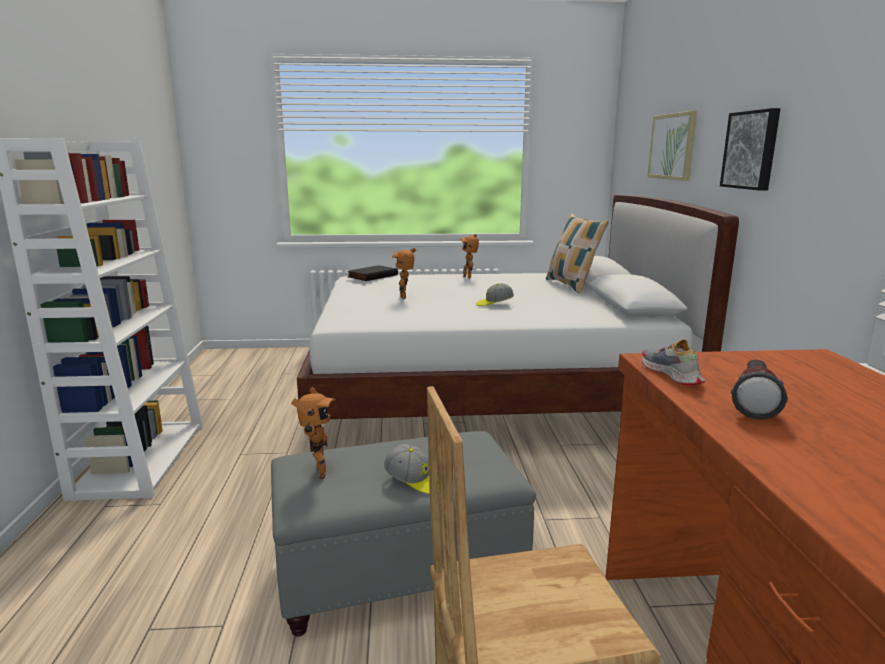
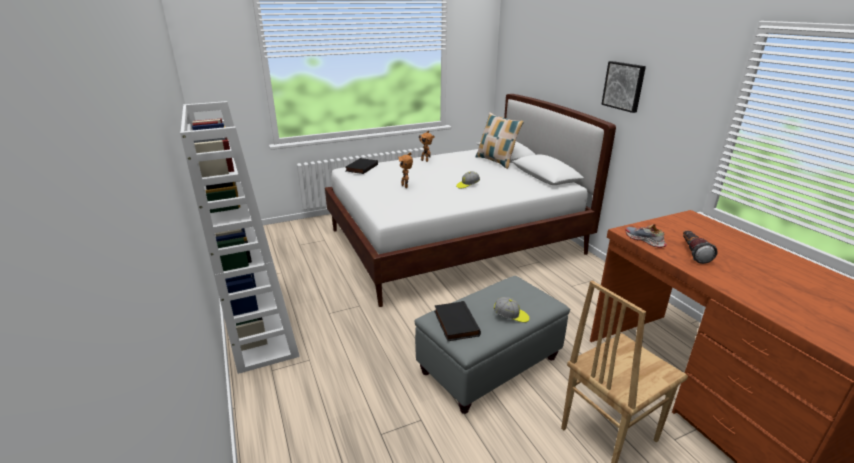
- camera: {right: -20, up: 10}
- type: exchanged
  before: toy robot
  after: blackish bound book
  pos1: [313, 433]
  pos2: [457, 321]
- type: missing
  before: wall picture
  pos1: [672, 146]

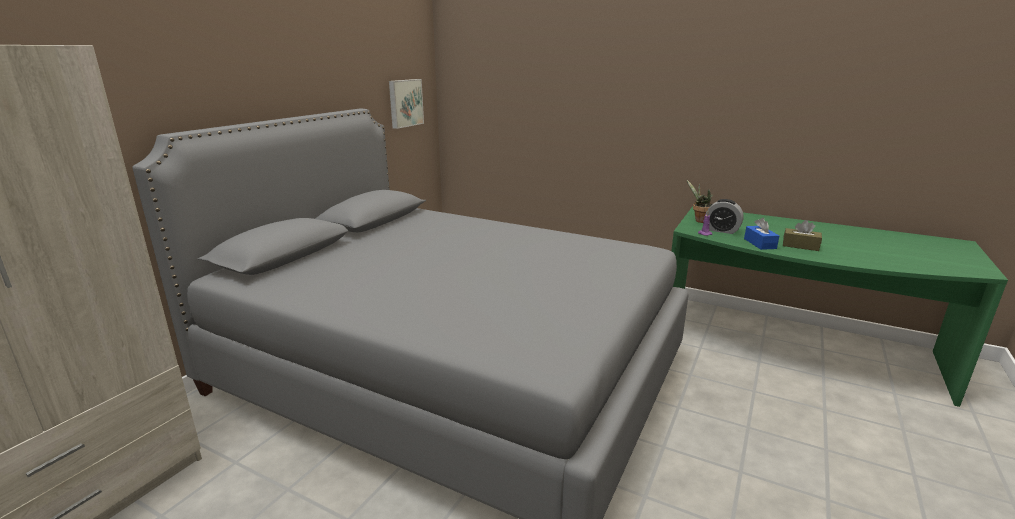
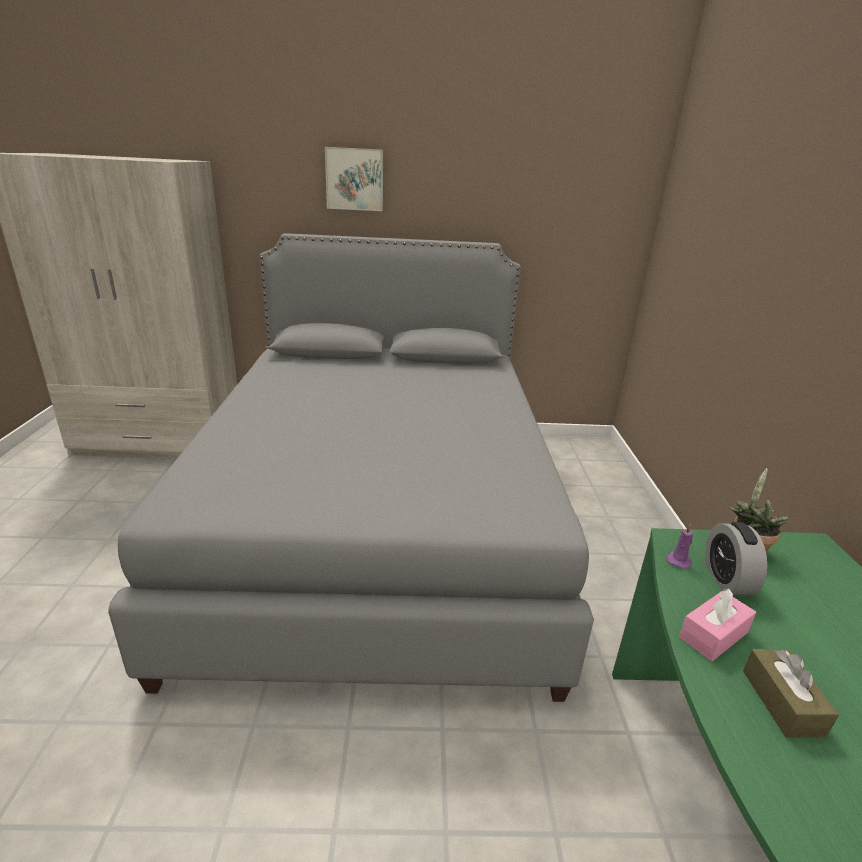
- camera: {right: 60, up: 5}
- type: relocated
  before: wall picture
  pos1: [406, 104]
  pos2: [354, 179]
- type: colour
  before: bluish box of tissues
  after: pinkish box of tissues
  pos1: [761, 234]
  pos2: [717, 624]

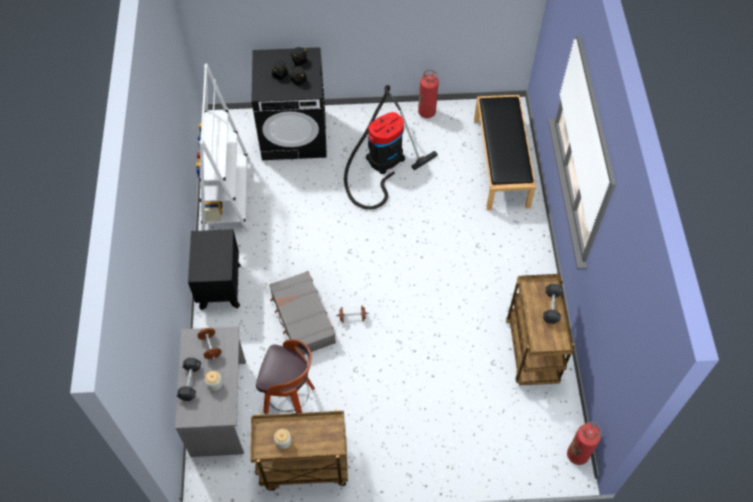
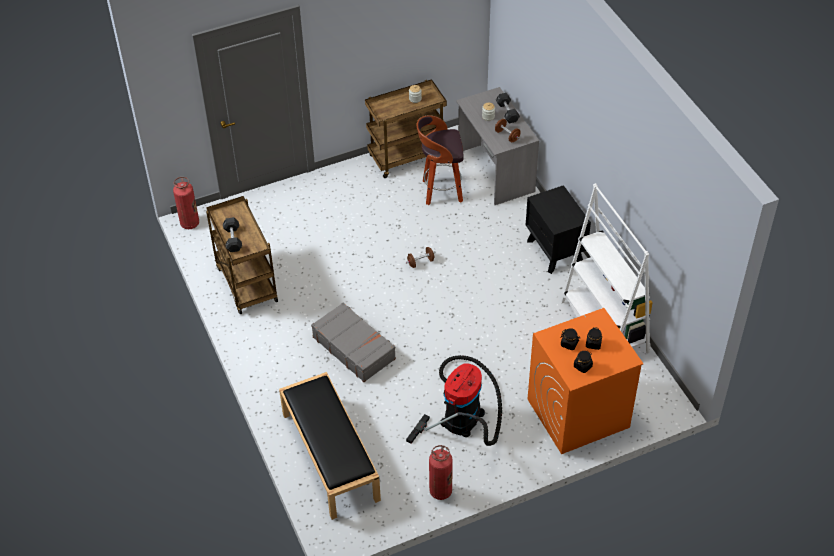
- camera: {right: 160, up: -10}
- type: relocated
  before: greyish piece of luggage
  pos1: [302, 313]
  pos2: [353, 342]
- type: colour
  before: blackish laundry appliance
  after: orange laundry appliance
  pos1: [289, 103]
  pos2: [586, 381]

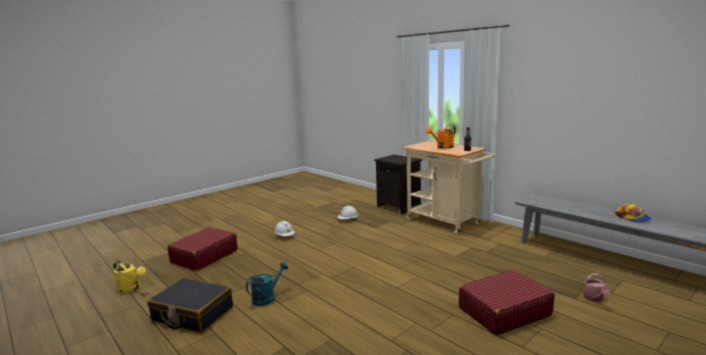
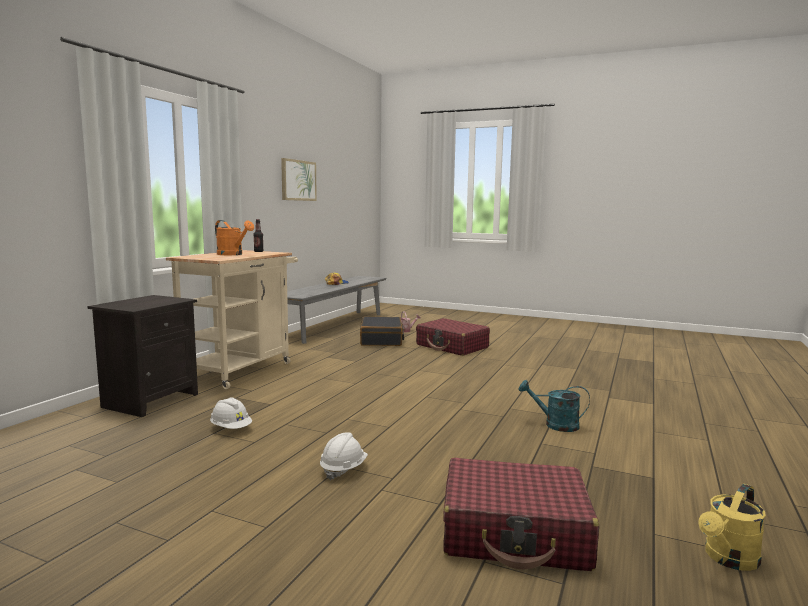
- camera: {right: -115, up: -5}
- type: appeared
  after: wall picture
  pos2: [299, 179]
- type: relocated
  before: blackish piece of luggage
  pos1: [190, 305]
  pos2: [382, 331]
- type: spun
  before: yellow watering can
  pos1: [129, 277]
  pos2: [732, 527]
  turn: -135

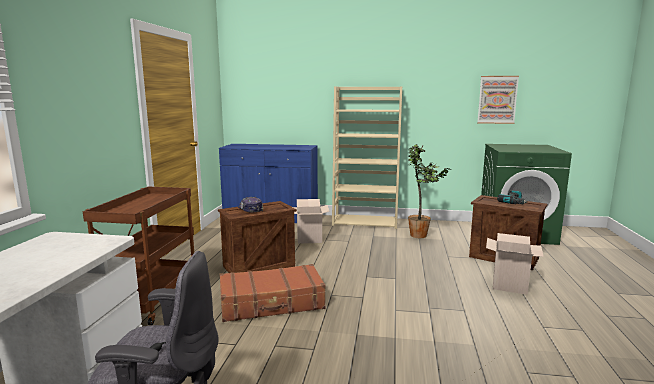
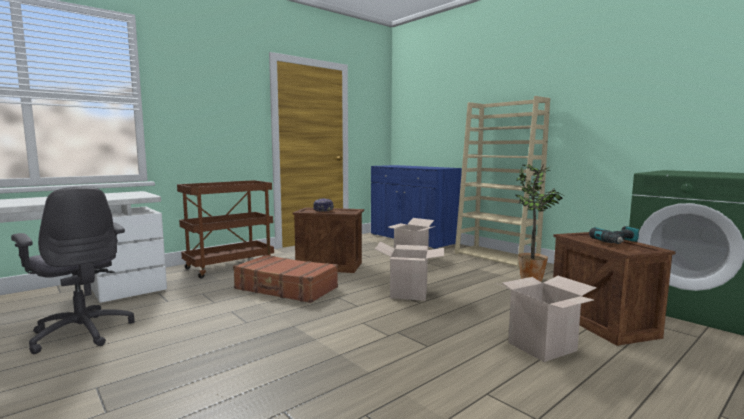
- camera: {right: 40, up: -5}
- type: appeared
  after: cardboard box
  pos2: [409, 271]
- type: missing
  before: wall picture
  pos1: [498, 100]

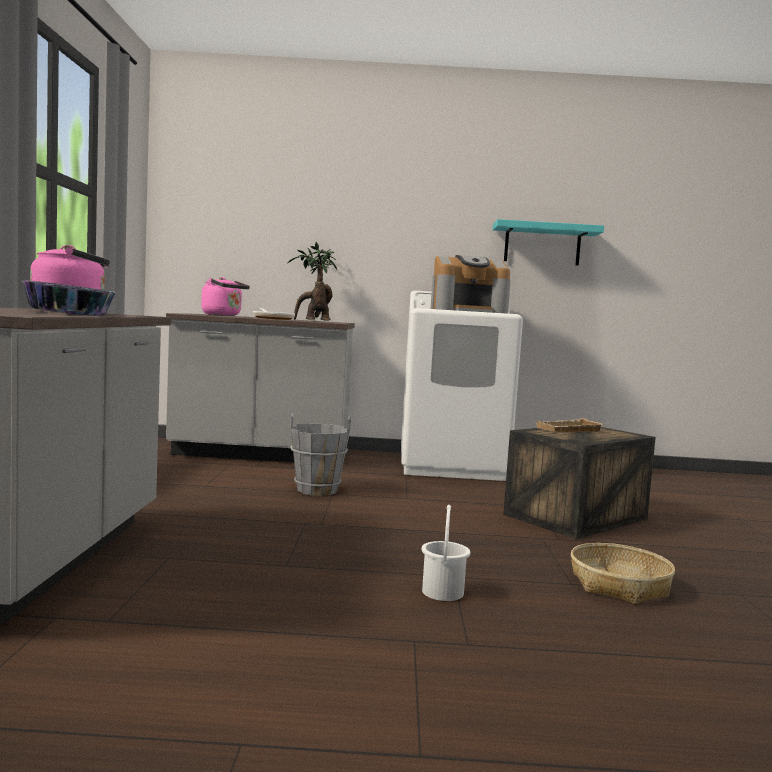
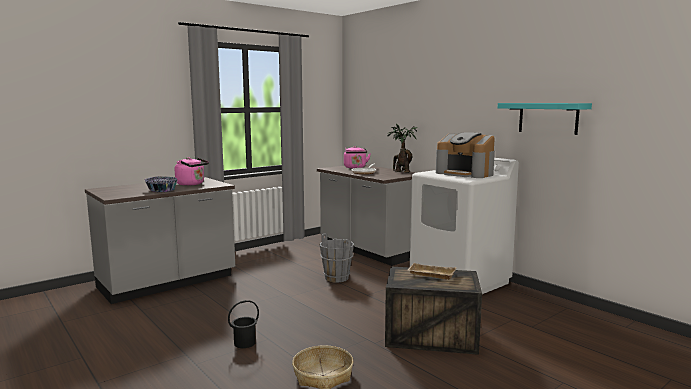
- camera: {right: 50, up: 5}
- type: colour
  before: white pail
  after: blackish pail
  pos1: [446, 553]
  pos2: [243, 324]

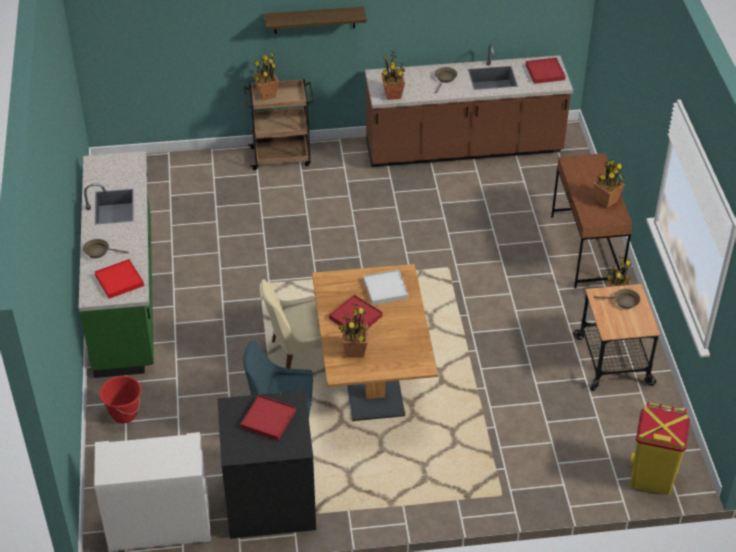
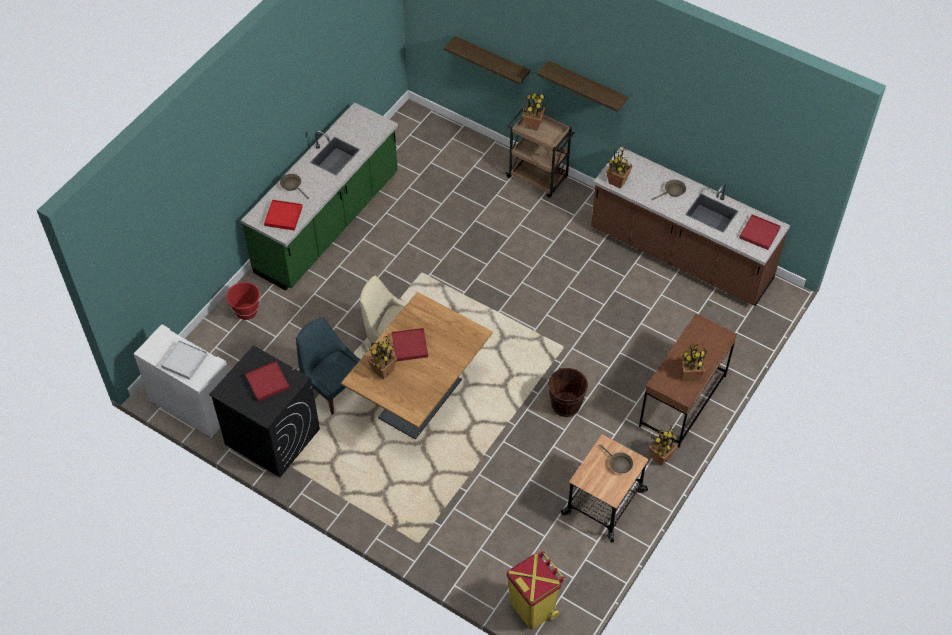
- camera: {right: 40, up: 10}
- type: relocated
  before: white tray
  pos1: [386, 287]
  pos2: [184, 360]
- type: appeared
  after: bracket shelf
  pos2: [487, 60]
- type: appeared
  after: brownish pail
  pos2: [568, 392]

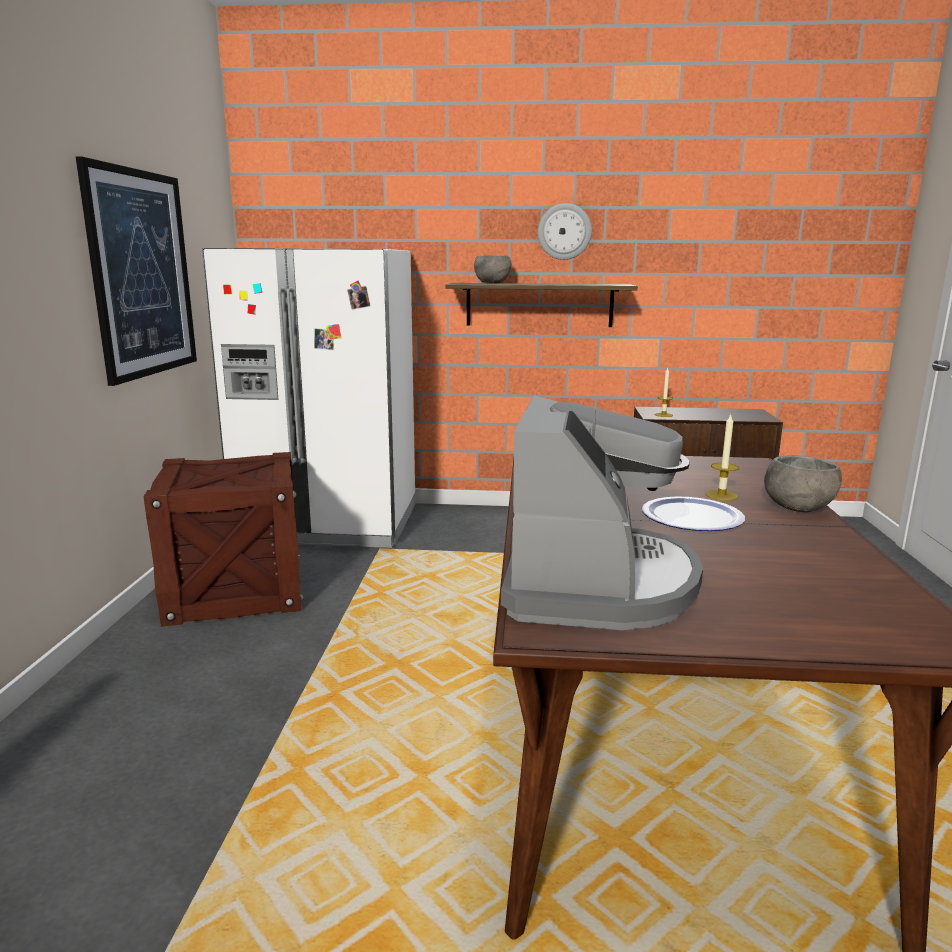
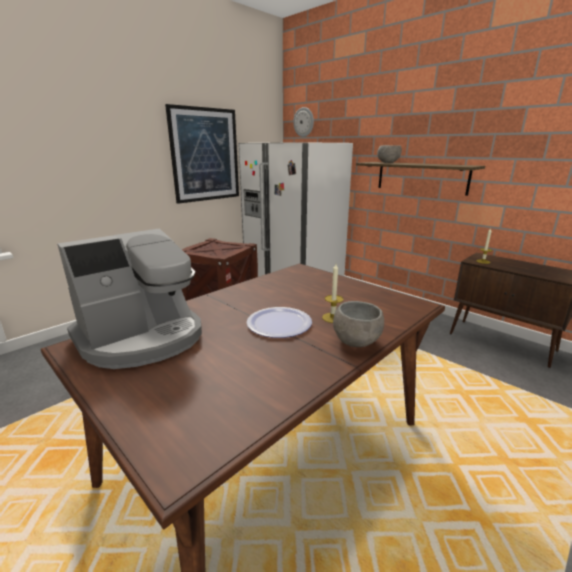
- camera: {right: 40, up: 5}
- type: relocated
  before: wall clock
  pos1: [565, 231]
  pos2: [303, 122]

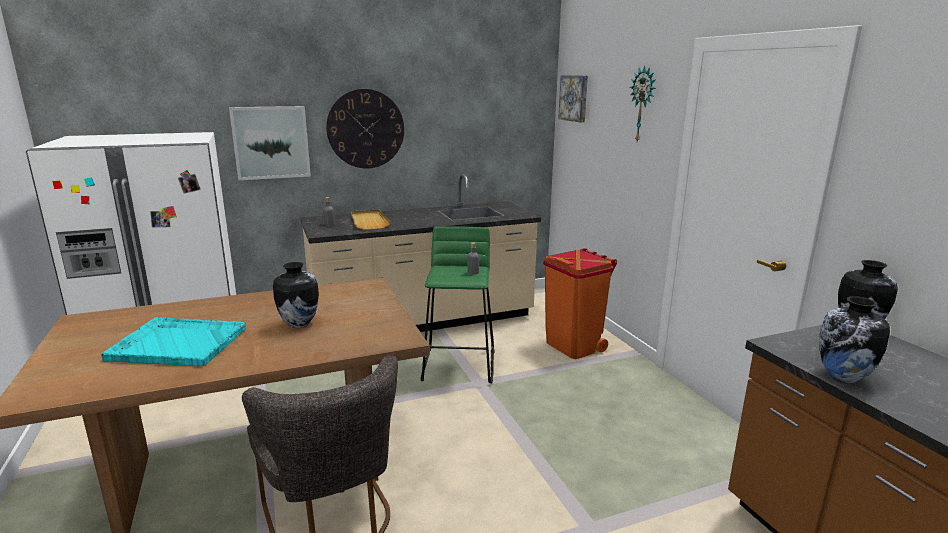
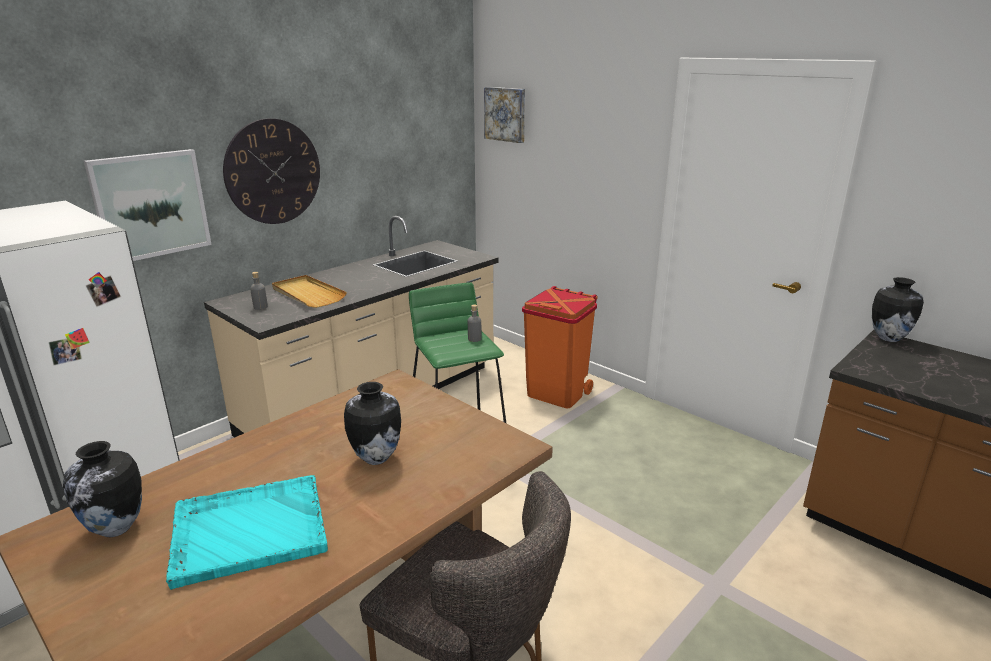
- camera: {right: -25, up: 5}
- type: relocated
  before: decorative vase
  pos1: [854, 339]
  pos2: [102, 489]
- type: missing
  before: wall clock
  pos1: [643, 104]

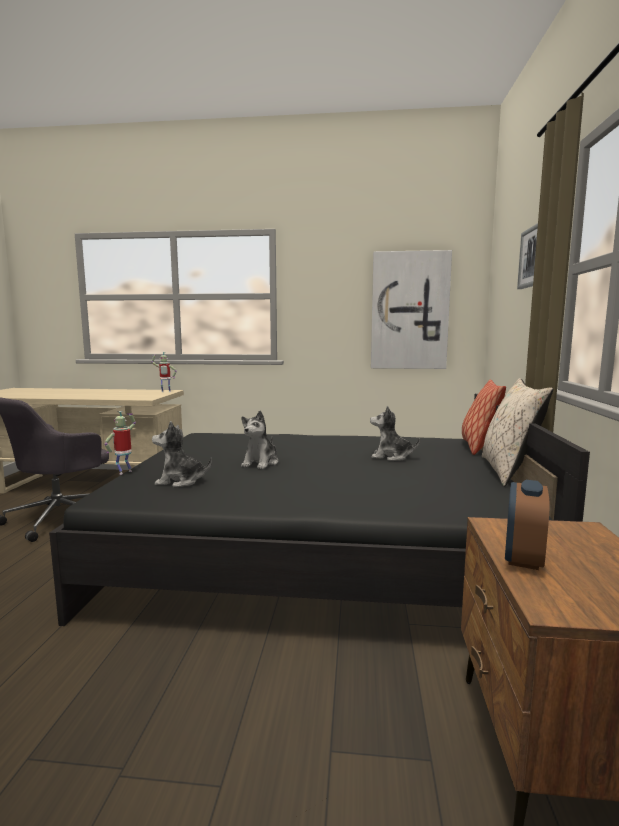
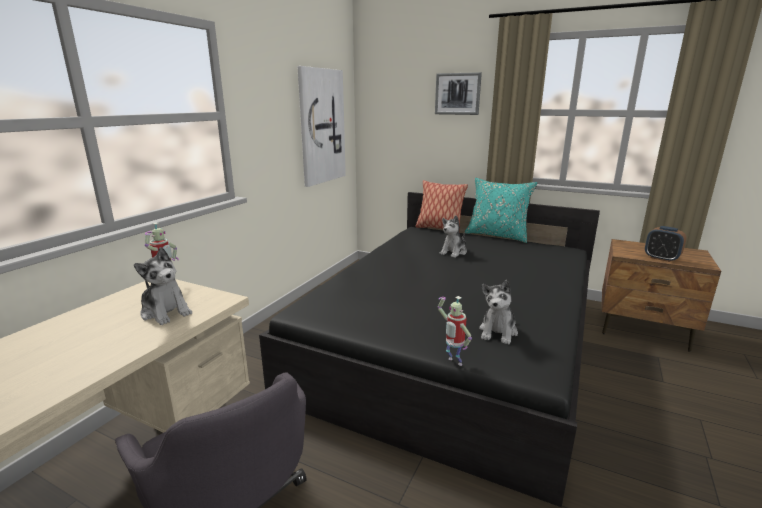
- camera: {right: -70, up: 10}
- type: relocated
  before: cuddly toy
  pos1: [259, 439]
  pos2: [163, 286]
- type: colour
  before: beige throw pillow
  after: turquoise-coloured throw pillow
  pos1: [517, 432]
  pos2: [501, 210]

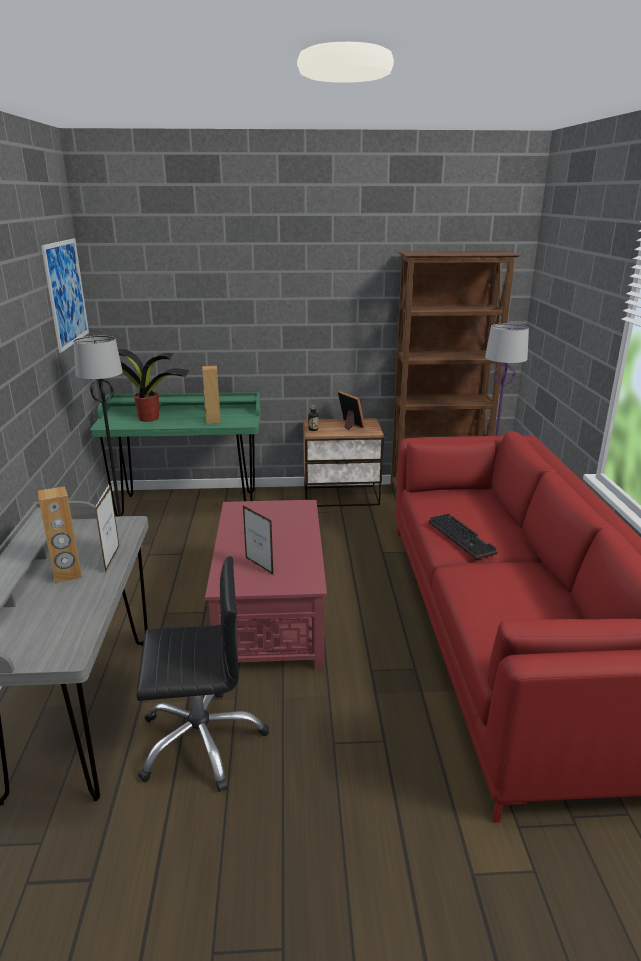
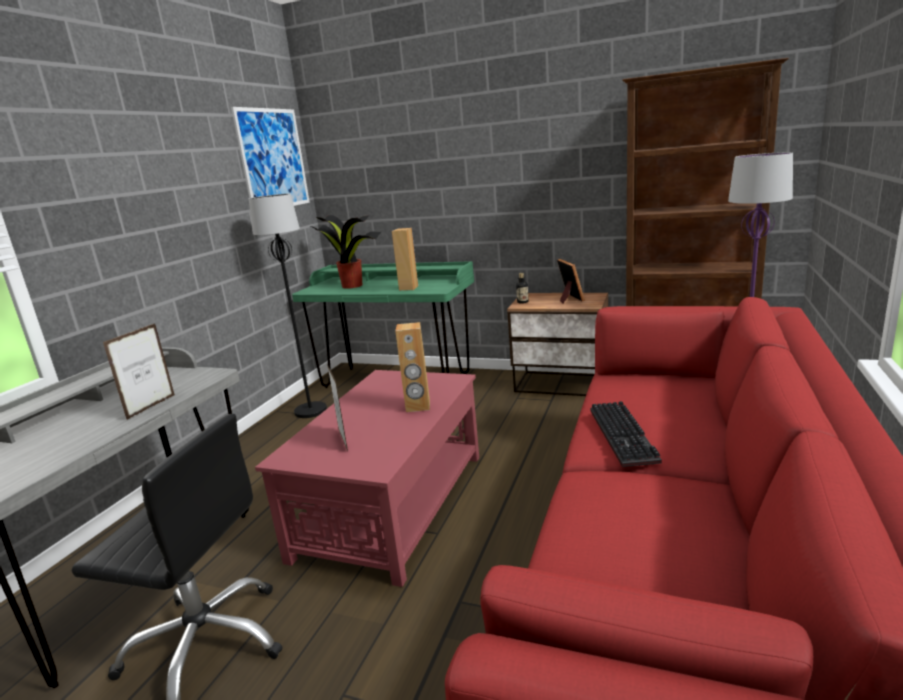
- camera: {right: 25, up: -5}
- type: relocated
  before: brownish audio speaker
  pos1: [60, 535]
  pos2: [412, 367]

